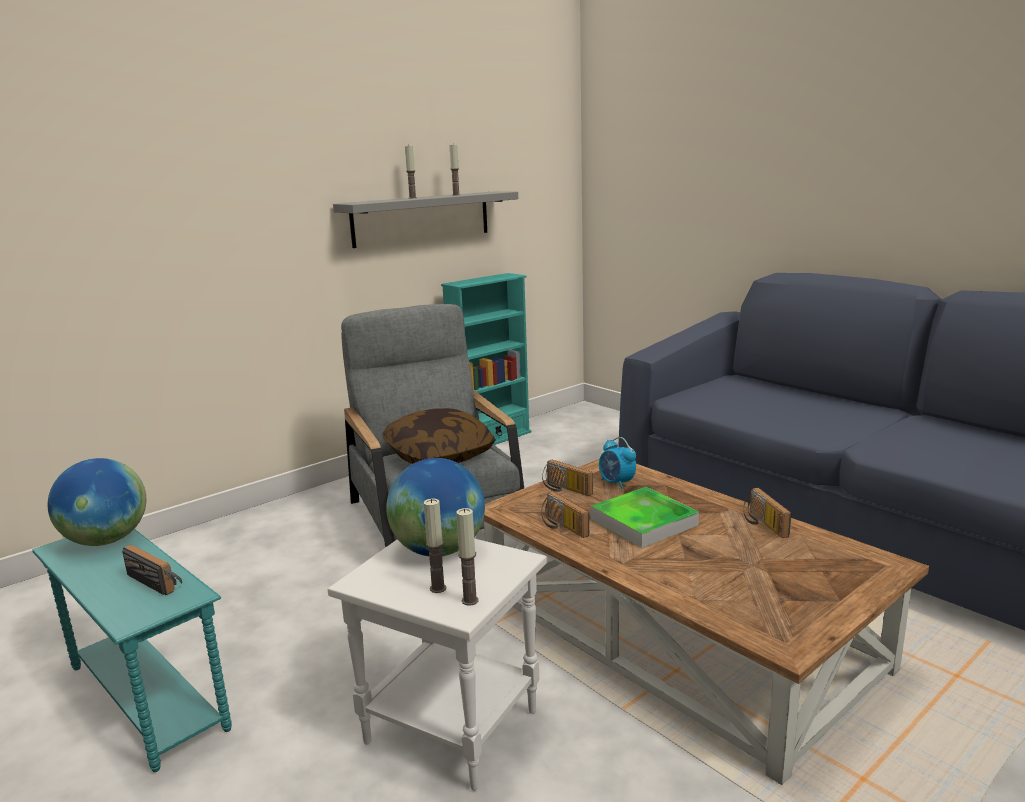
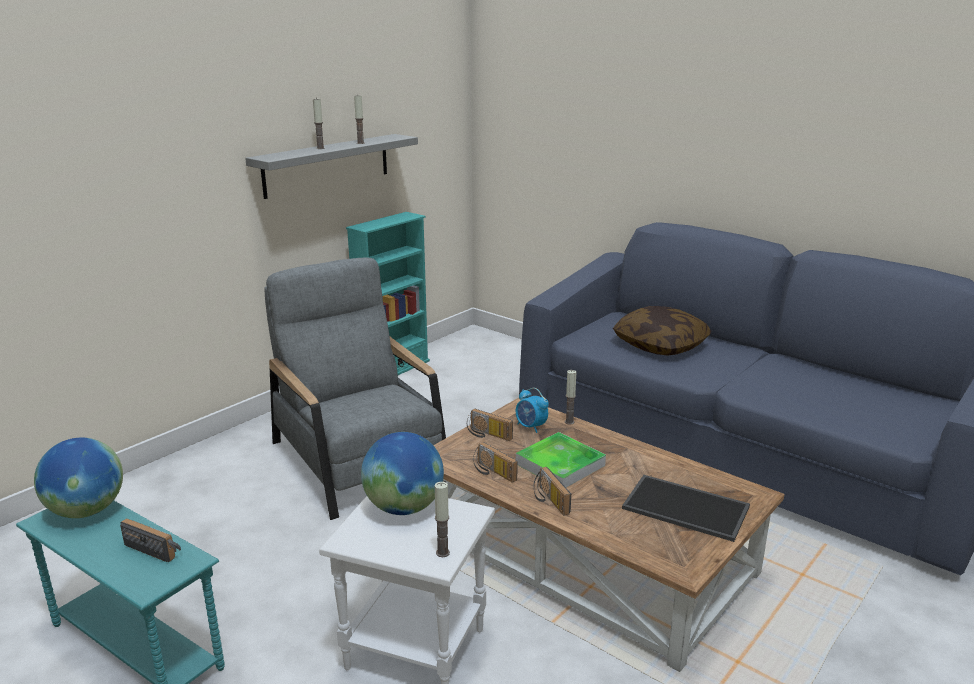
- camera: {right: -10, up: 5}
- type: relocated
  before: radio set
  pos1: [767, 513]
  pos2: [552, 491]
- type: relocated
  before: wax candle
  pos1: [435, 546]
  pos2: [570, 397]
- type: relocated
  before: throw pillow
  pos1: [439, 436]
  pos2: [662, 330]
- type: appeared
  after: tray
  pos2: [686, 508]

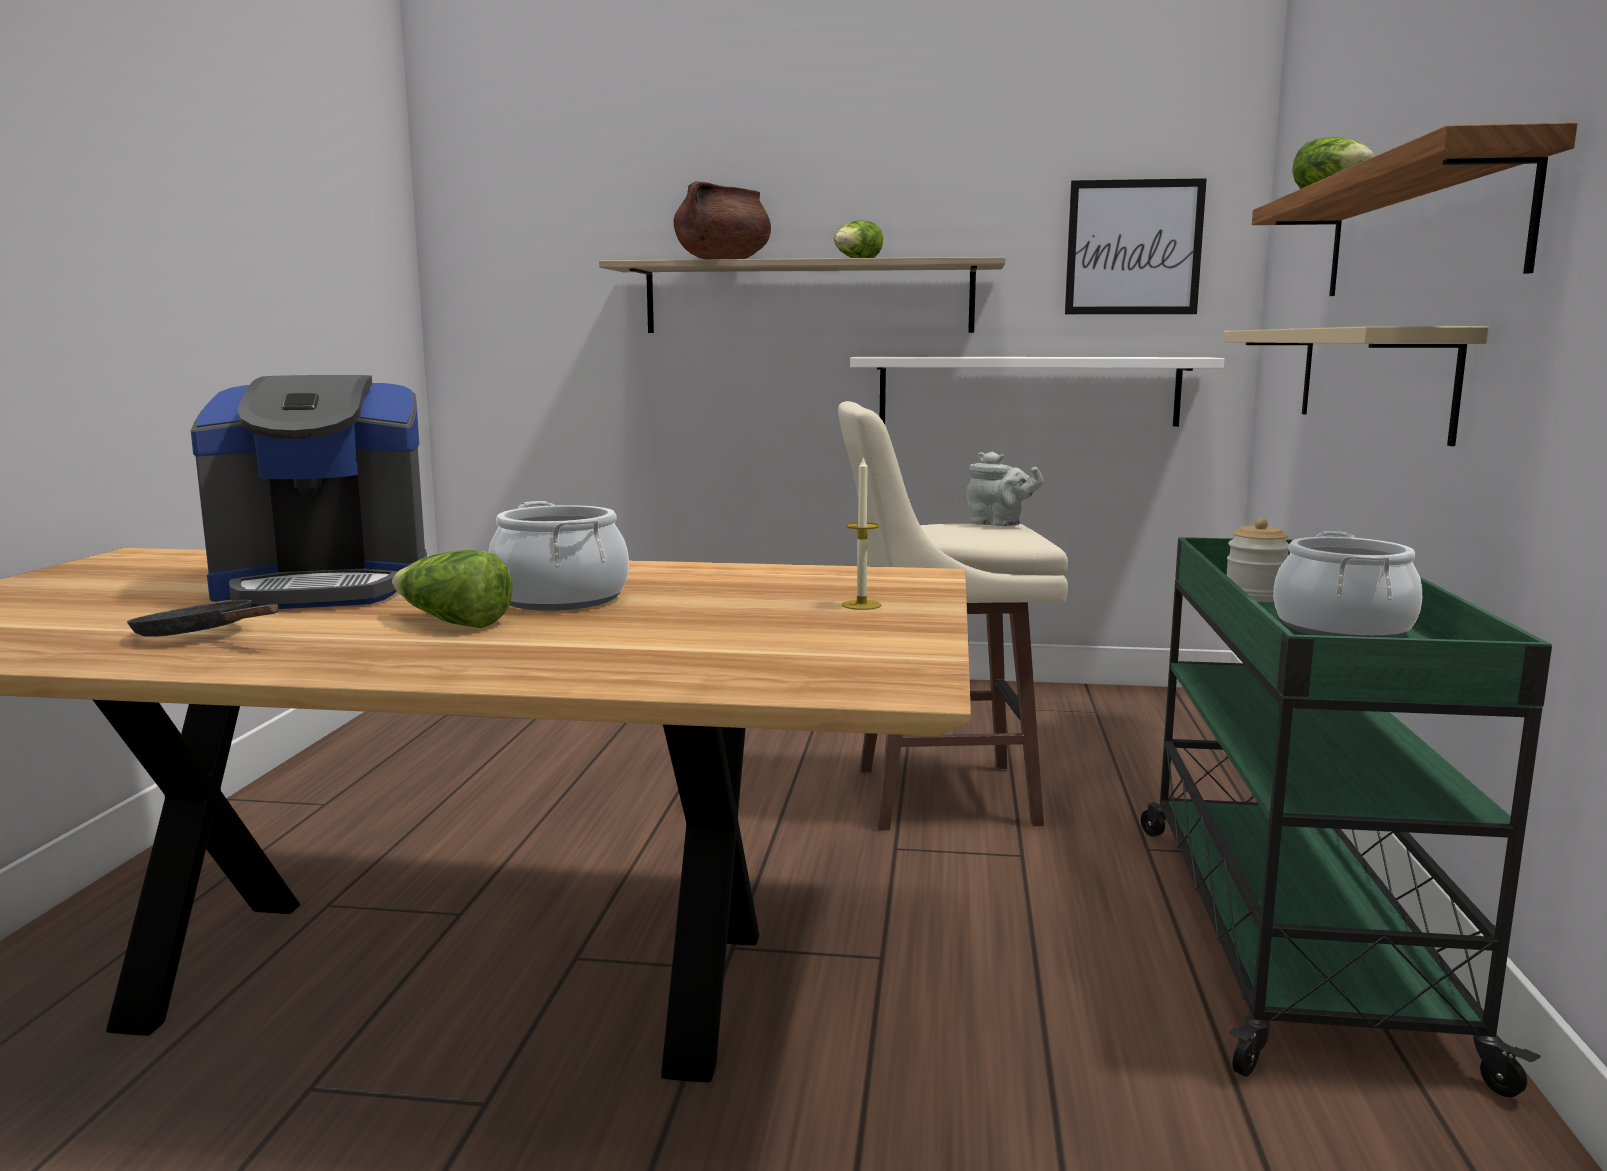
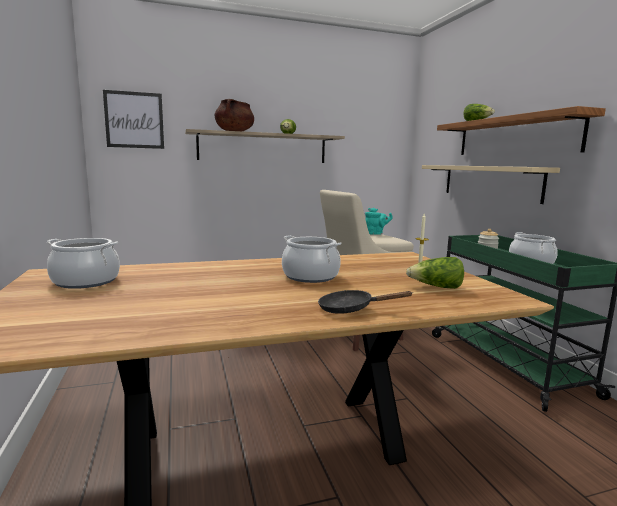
- camera: {right: -25, up: 0}
- type: appeared
  after: stockpot
  pos2: [83, 263]
- type: relocated
  before: wall picture
  pos1: [1136, 246]
  pos2: [133, 119]
- type: relocated
  before: blackish skillet
  pos1: [203, 618]
  pos2: [365, 302]
- type: colour
  before: greyish teapot
  after: turquoise-coloured teapot
  pos1: [1004, 489]
  pos2: [379, 221]
- type: relocated
  before: lettuce
  pos1: [452, 589]
  pos2: [435, 273]
- type: missing
  before: coffee brewer
  pos1: [309, 492]
- type: missing
  before: white bracket shelf
  pos1: [1037, 392]

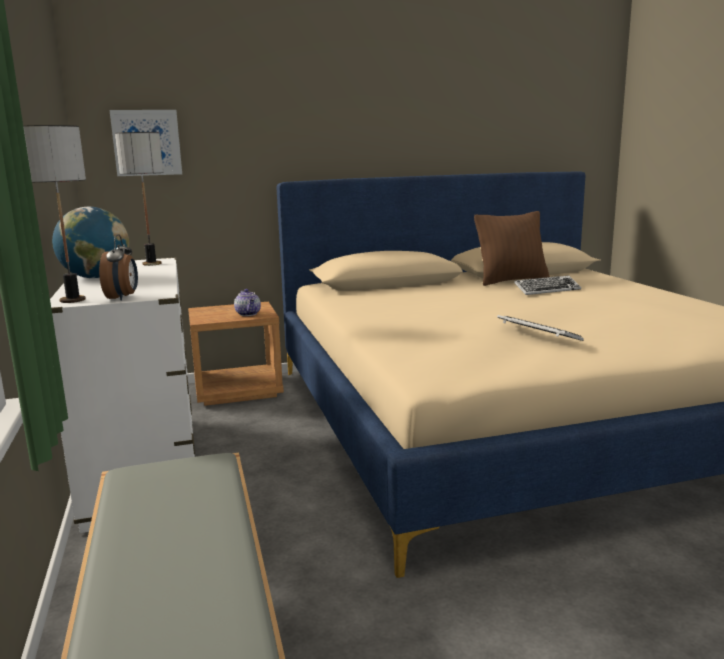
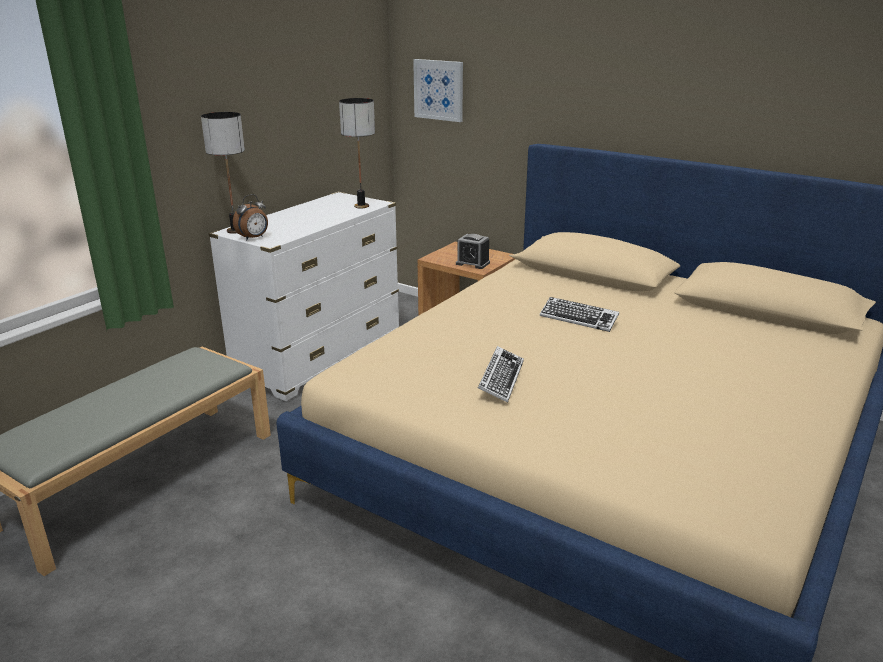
- camera: {right: 50, up: 10}
- type: exchanged
  before: teapot
  after: table clock
  pos1: [247, 302]
  pos2: [473, 251]
- type: relocated
  before: computer keyboard
  pos1: [547, 285]
  pos2: [579, 314]
- type: missing
  before: desk globe
  pos1: [90, 242]
- type: missing
  before: brownish throw pillow
  pos1: [512, 248]

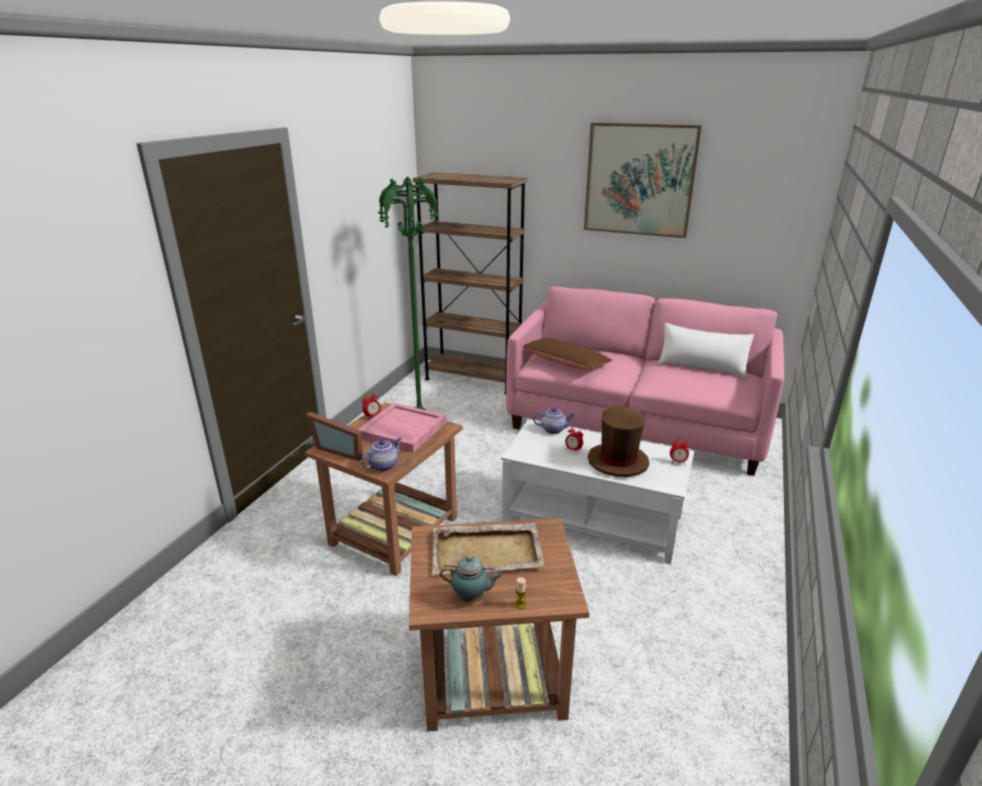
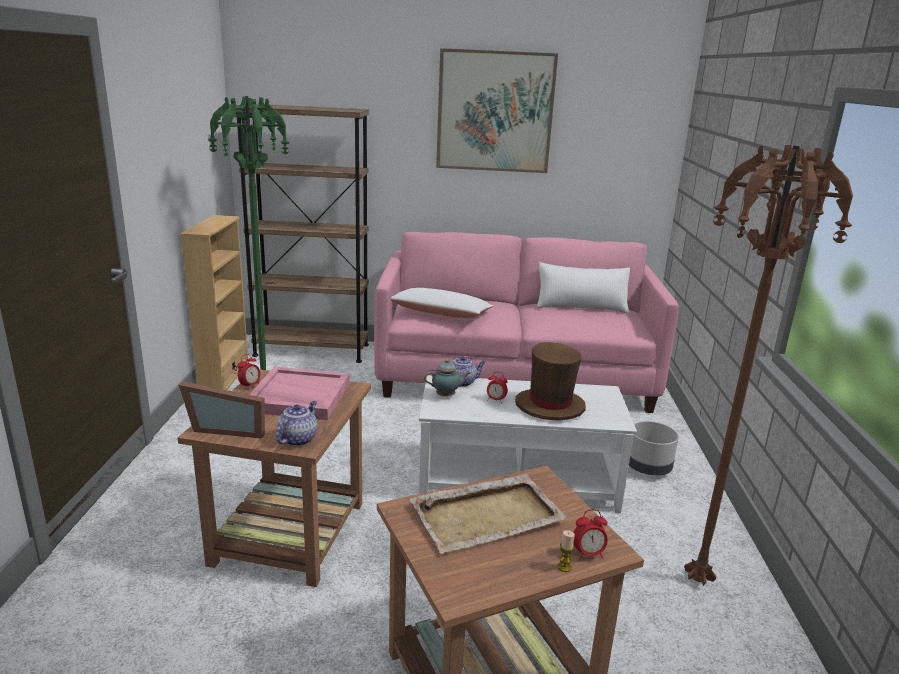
- camera: {right: -20, up: -5}
- type: appeared
  after: beige shelving unit
  pos2: [215, 302]
- type: colour
  before: brownish throw pillow
  after: white throw pillow
  pos1: [568, 354]
  pos2: [442, 303]
- type: relocated
  before: teapot
  pos1: [471, 578]
  pos2: [447, 377]
- type: relocated
  before: table clock
  pos1: [680, 451]
  pos2: [590, 534]
- type: appeared
  after: greyish plant pot
  pos2: [654, 448]
- type: appeared
  after: brownish standard lamp
  pos2: [768, 365]

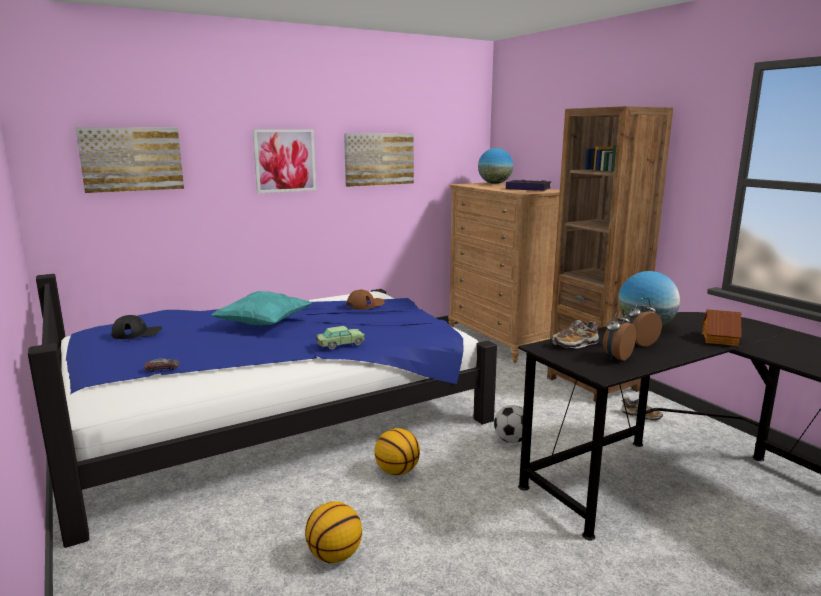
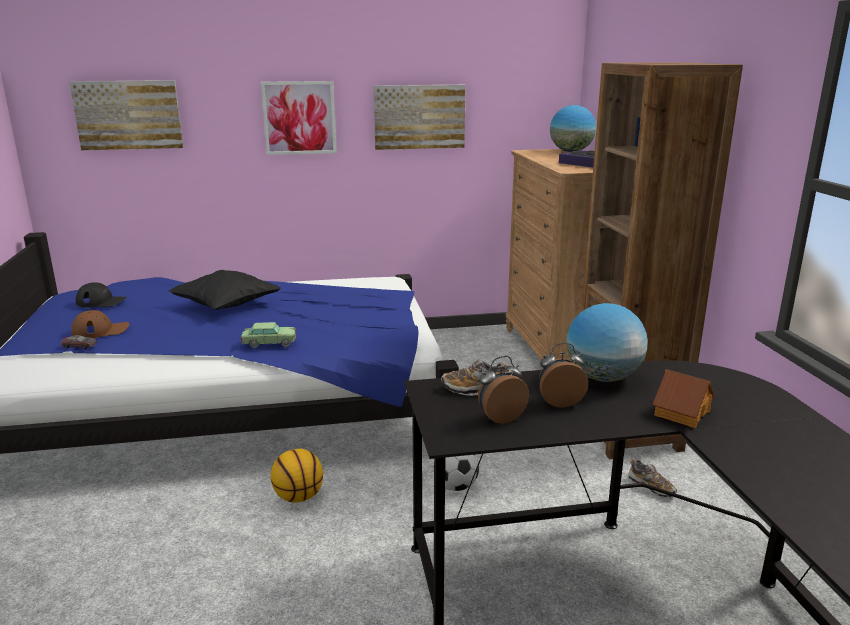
- camera: {right: 20, up: 5}
- type: relocated
  before: brownish cap
  pos1: [366, 300]
  pos2: [100, 324]
- type: colour
  before: turquoise-coloured throw pillow
  after: blackish throw pillow
  pos1: [261, 308]
  pos2: [224, 290]
- type: missing
  before: basketball ball
  pos1: [333, 532]

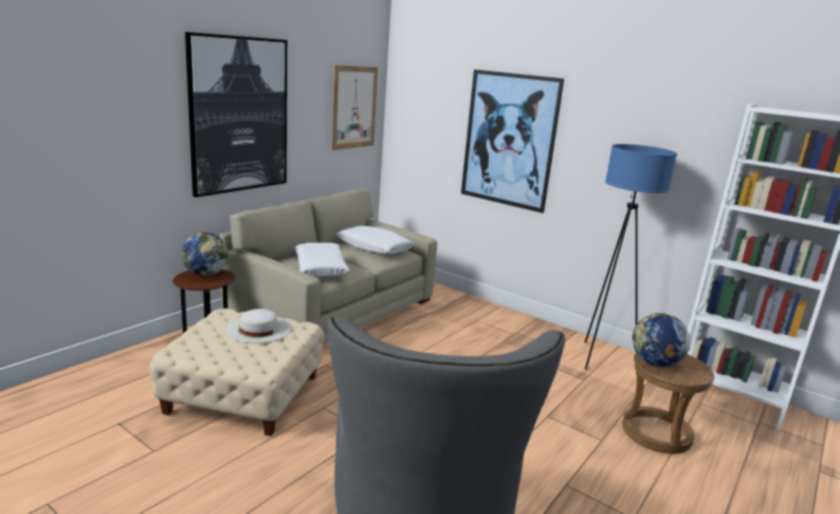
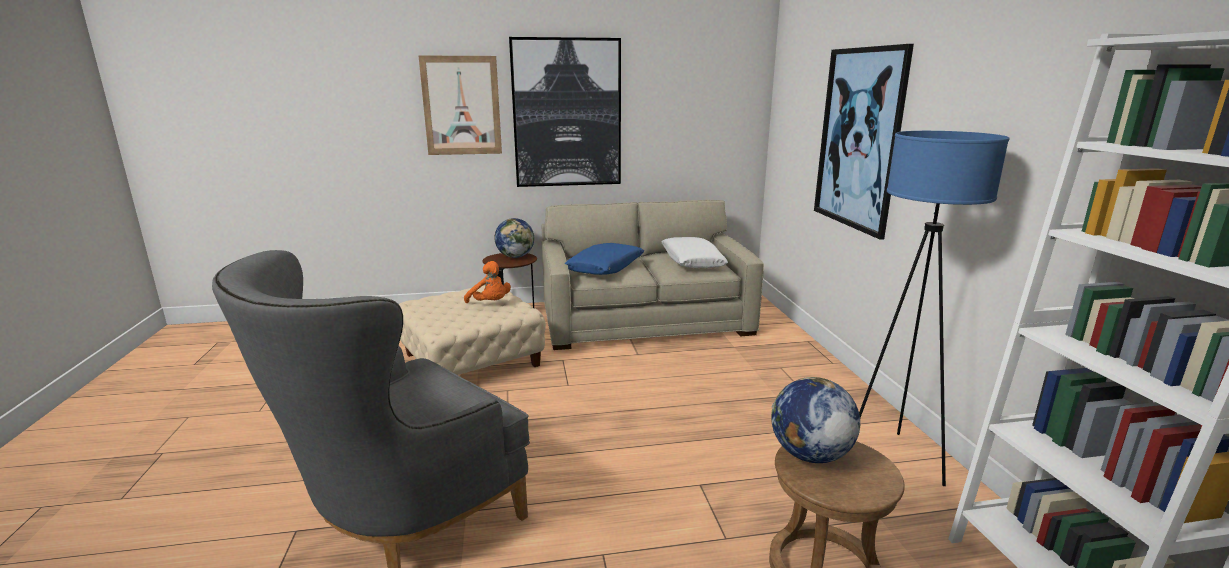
- camera: {right: 45, up: 0}
- type: relocated
  before: wall picture
  pos1: [354, 107]
  pos2: [460, 105]
- type: exchanged
  before: white hat
  after: orange cuddly toy
  pos1: [258, 326]
  pos2: [487, 282]
- type: colour
  before: white throw pillow
  after: bluish throw pillow
  pos1: [322, 260]
  pos2: [604, 259]

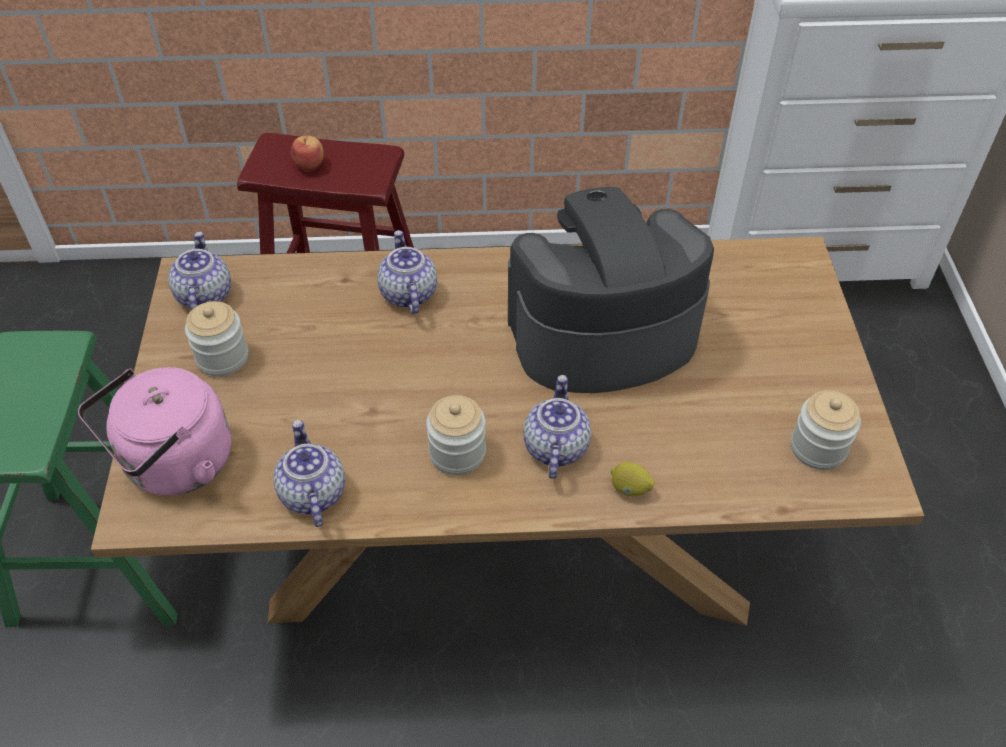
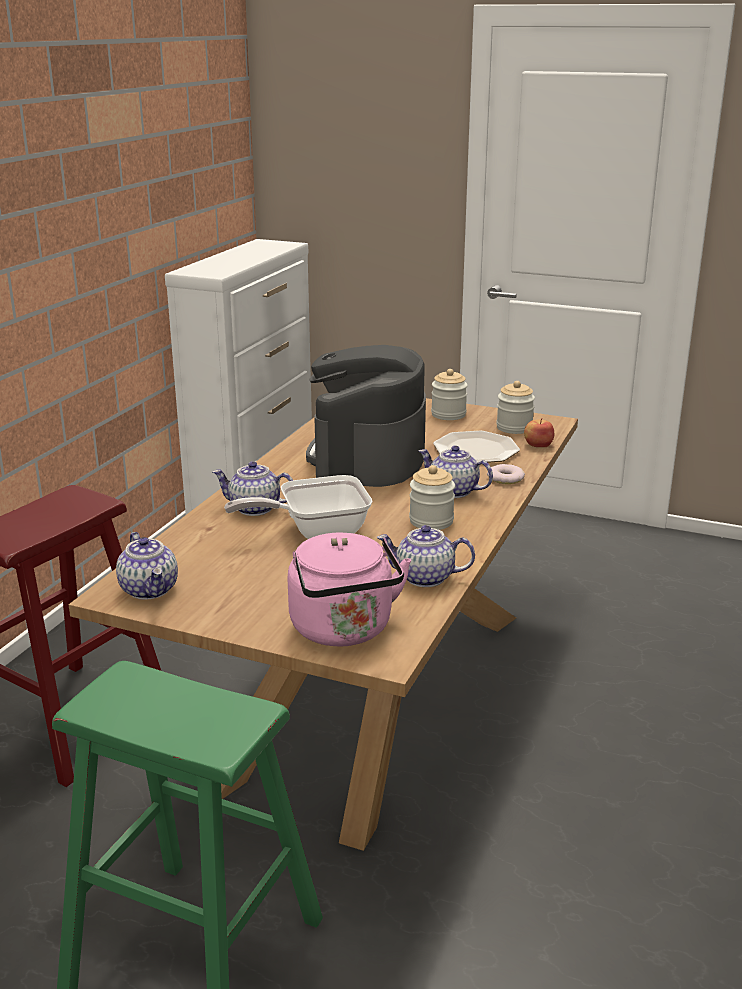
- camera: {right: -65, up: -25}
- type: spun
  before: teapot
  pos1: [199, 271]
  pos2: [147, 566]
  turn: -135
- type: appeared
  after: skillet
  pos2: [298, 507]
- type: relocated
  before: preserve jar
  pos1: [216, 339]
  pos2: [449, 394]
- type: appeared
  after: dinner plate
  pos2: [476, 447]
- type: exchanged
  before: lemon
  after: ring doughnut
  pos1: [633, 479]
  pos2: [506, 474]
- type: relocated
  before: apple
  pos1: [307, 154]
  pos2: [539, 432]

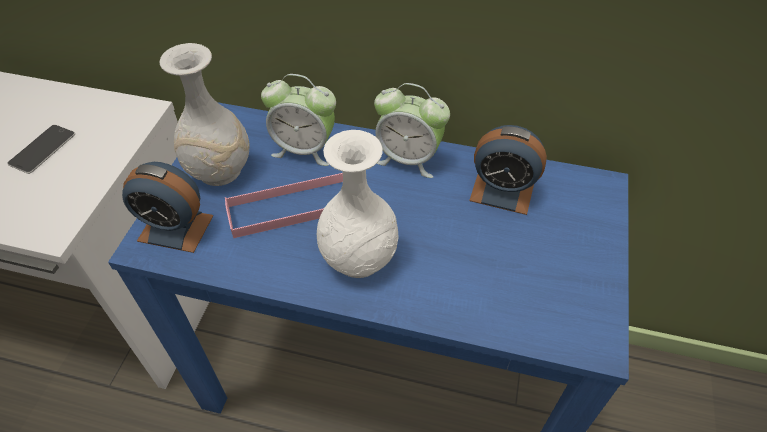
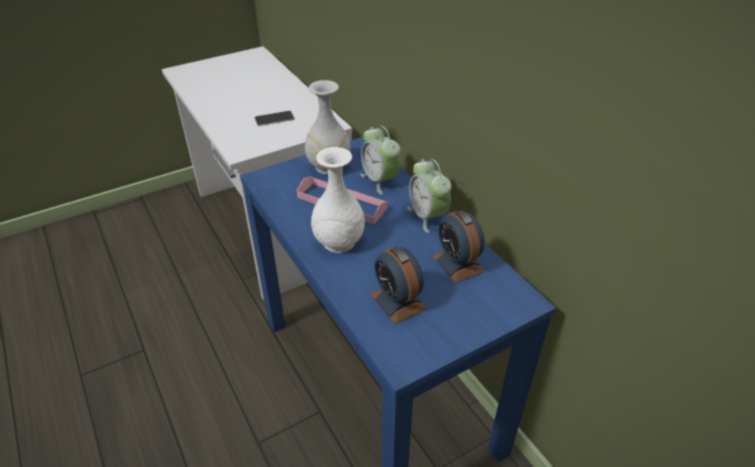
- camera: {right: 45, up: -10}
- type: relocated
  before: table clock
  pos1: [167, 207]
  pos2: [398, 285]

